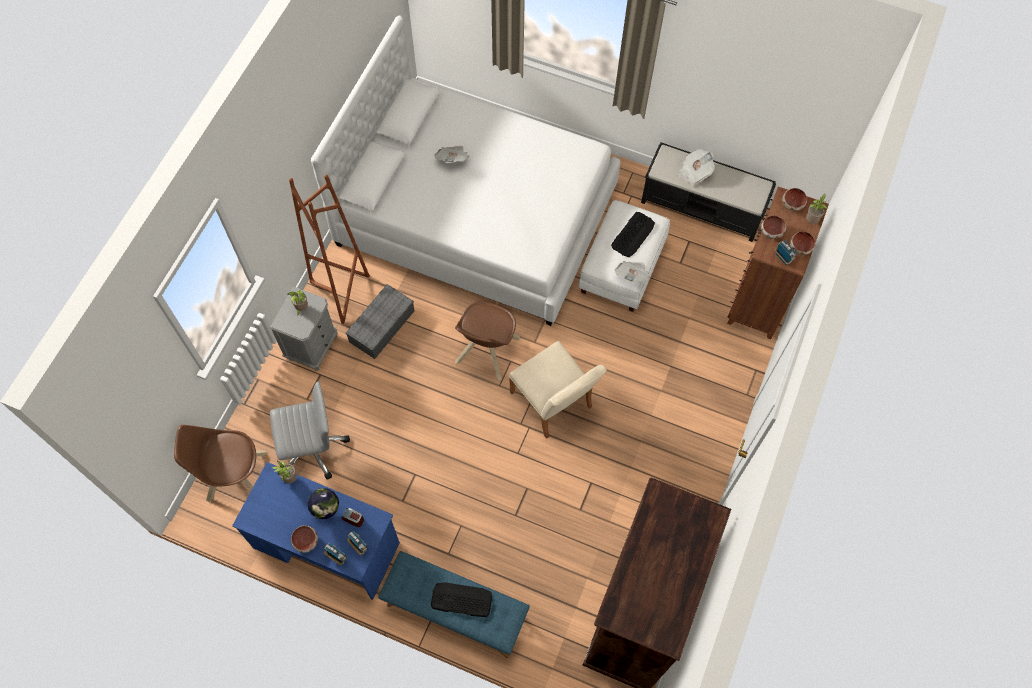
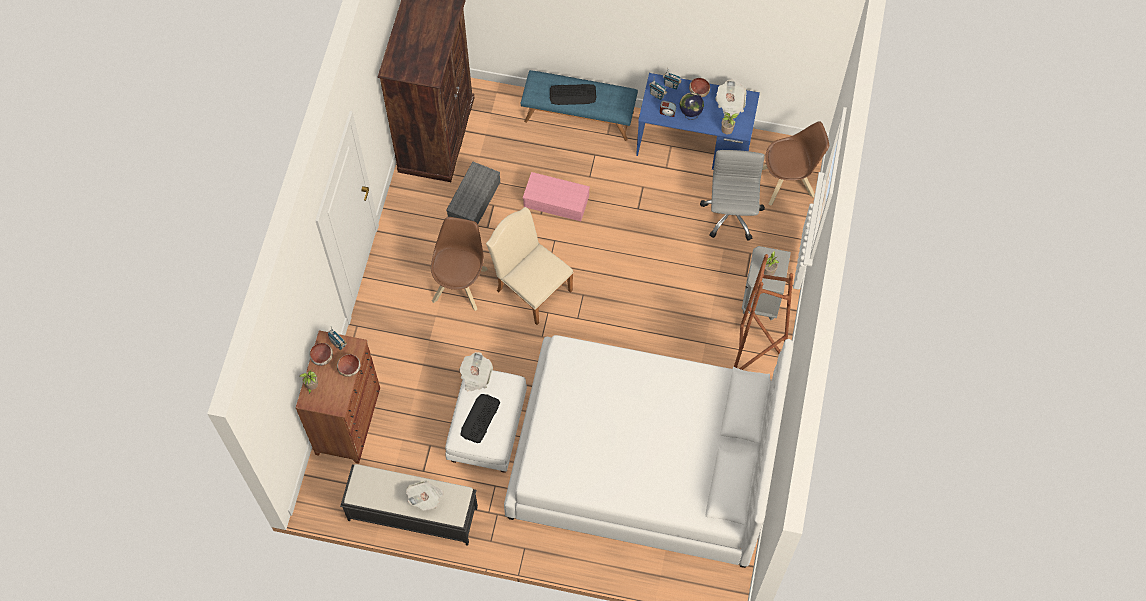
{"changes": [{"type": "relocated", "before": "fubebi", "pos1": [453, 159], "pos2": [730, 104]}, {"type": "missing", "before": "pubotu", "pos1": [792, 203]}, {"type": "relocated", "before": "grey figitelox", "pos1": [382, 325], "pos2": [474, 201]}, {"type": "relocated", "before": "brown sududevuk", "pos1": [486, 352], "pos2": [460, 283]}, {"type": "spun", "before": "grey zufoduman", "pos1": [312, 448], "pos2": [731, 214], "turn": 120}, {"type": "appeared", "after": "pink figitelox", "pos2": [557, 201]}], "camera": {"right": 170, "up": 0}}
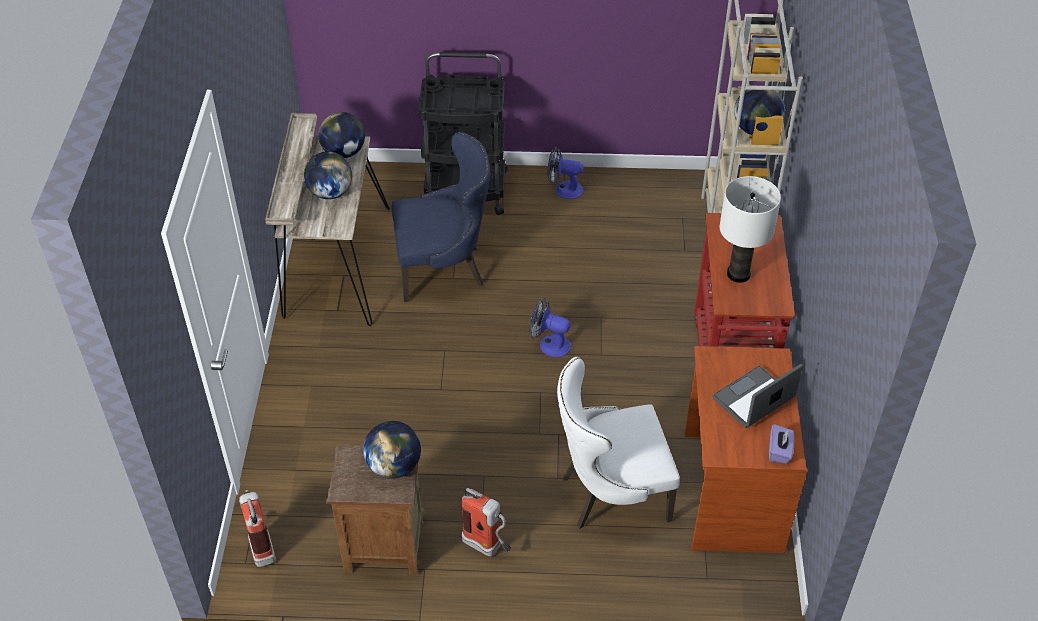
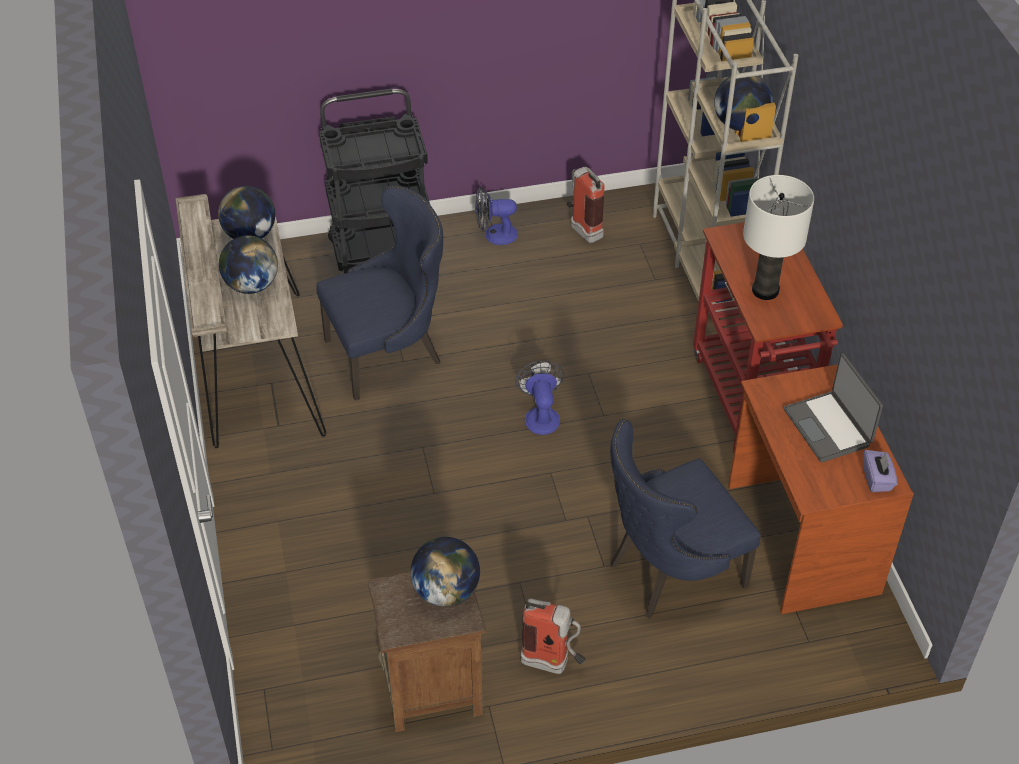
{"changes": [{"type": "spun", "before": "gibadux", "pos1": [549, 344], "pos2": [541, 415], "turn": 75}, {"type": "colour", "before": "white sududevuk", "after": "blue sududevuk", "pos1": [610, 494], "pos2": [670, 572]}, {"type": "spun", "before": "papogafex", "pos1": [754, 399], "pos2": [828, 427], "turn": -60}, {"type": "relocated", "before": "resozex", "pos1": [261, 545], "pos2": [582, 229]}], "camera": {"right": -15, "up": 0}}
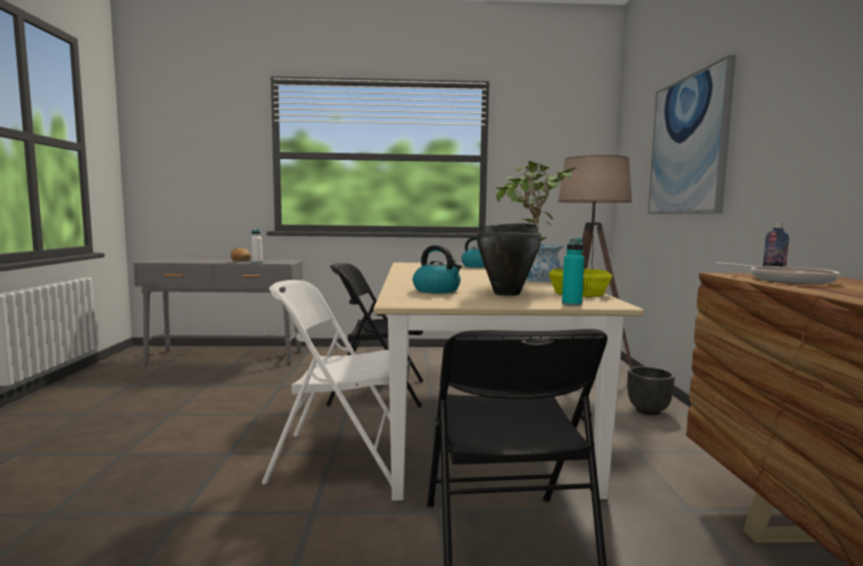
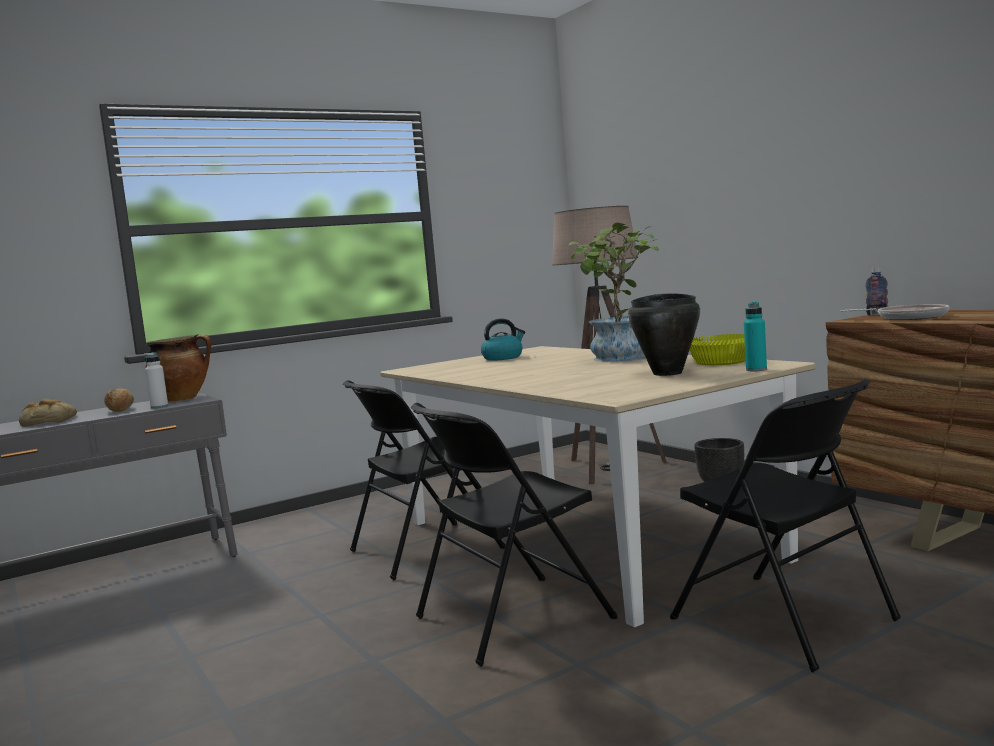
{"changes": [{"type": "missing", "before": "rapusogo", "pos1": [688, 146]}, {"type": "missing", "before": "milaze", "pos1": [437, 290]}, {"type": "colour", "before": "white sududevuk", "after": "black sududevuk", "pos1": [340, 458], "pos2": [513, 617]}, {"type": "appeared", "after": "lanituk", "pos2": [183, 399]}, {"type": "appeared", "after": "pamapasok", "pos2": [48, 421]}], "camera": {"right": -30, "up": 0}}
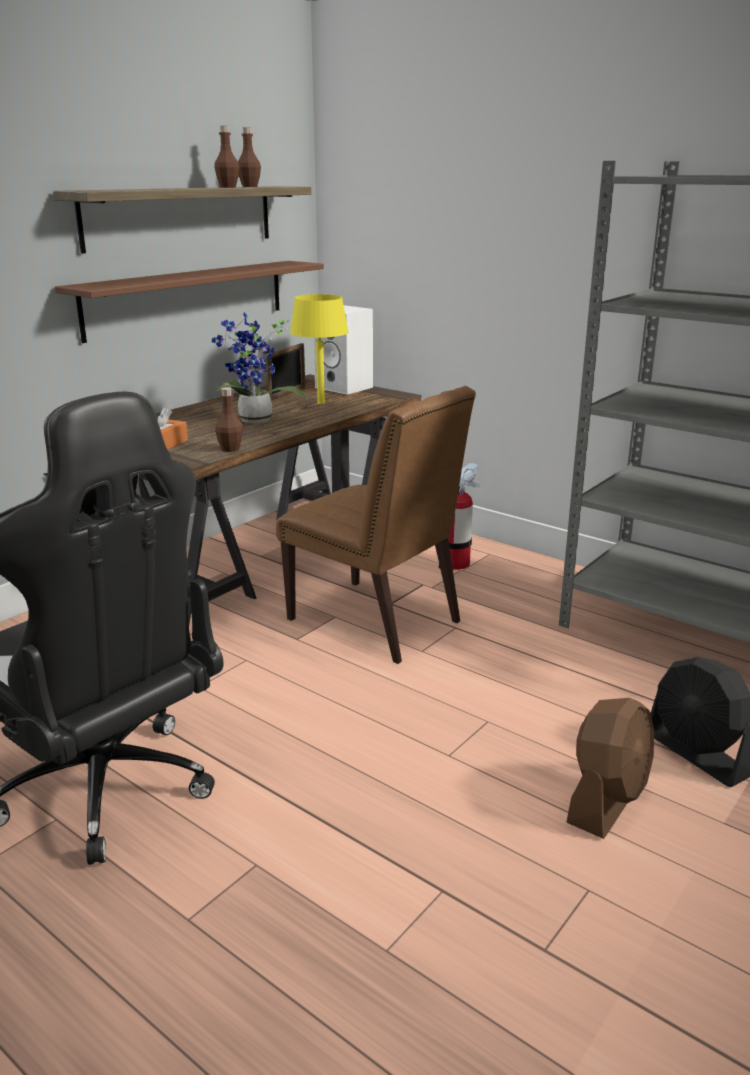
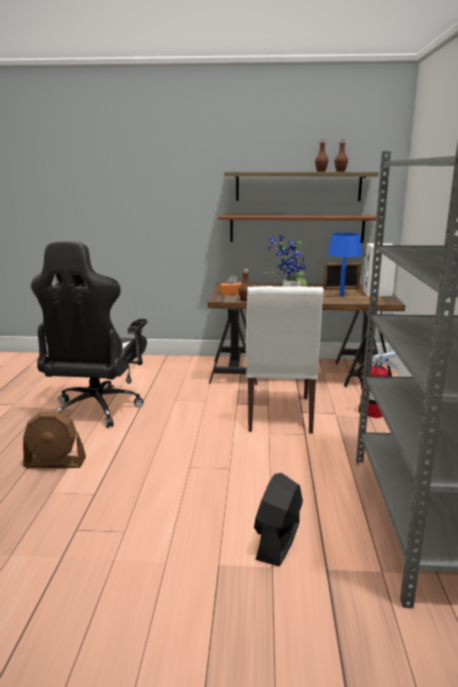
{"changes": [{"type": "colour", "before": "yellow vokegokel", "after": "blue vokegokel", "pos1": [321, 403], "pos2": [341, 296]}, {"type": "colour", "before": "brown sududevuk", "after": "white sududevuk", "pos1": [372, 620], "pos2": [278, 413]}, {"type": "relocated", "before": "brown gibadux", "pos1": [607, 800], "pos2": [55, 463]}], "camera": {"right": 55, "up": -5}}
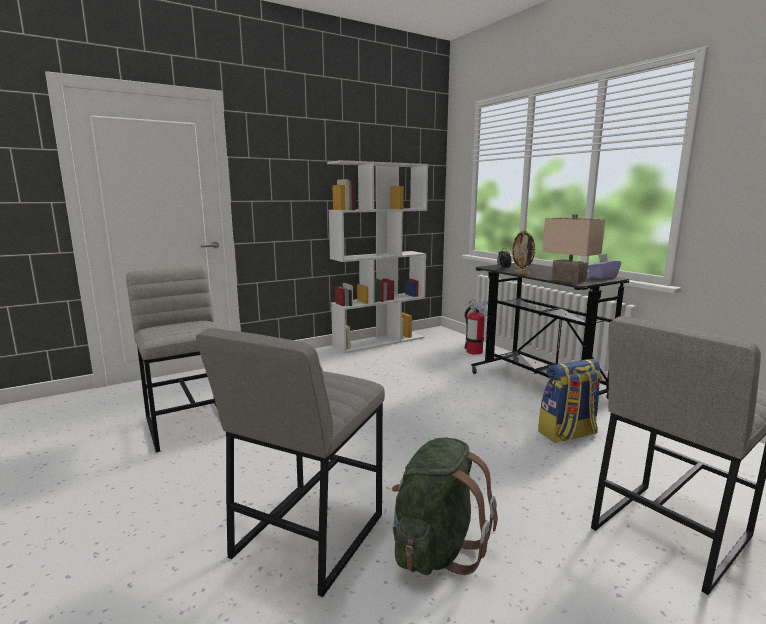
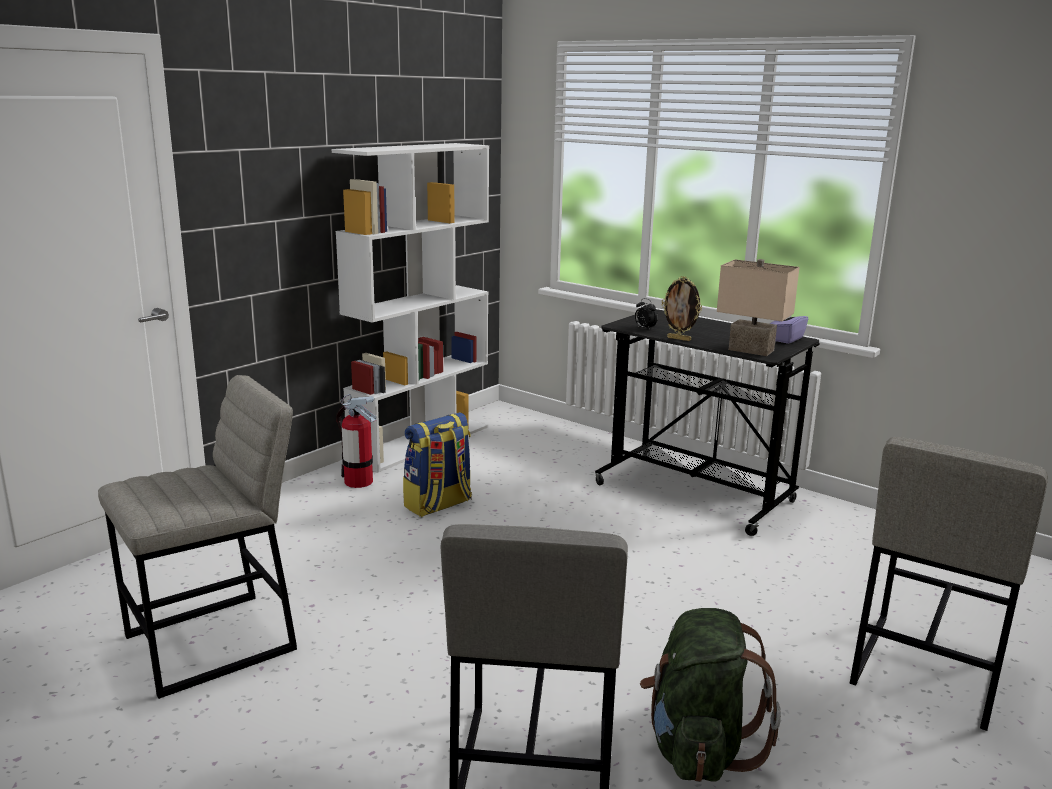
{"changes": [{"type": "spun", "before": "grey sududevuk", "pos1": [189, 423], "pos2": [215, 641], "turn": 105}, {"type": "relocated", "before": "resozex", "pos1": [474, 351], "pos2": [358, 481]}, {"type": "relocated", "before": "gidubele", "pos1": [567, 434], "pos2": [438, 505]}], "camera": {"right": -20, "up": 5}}
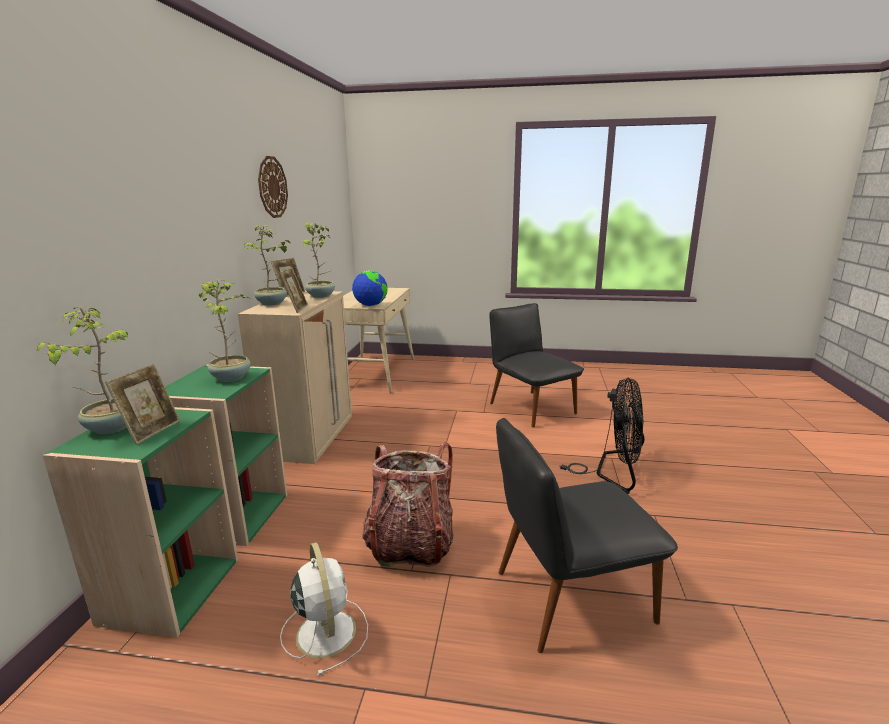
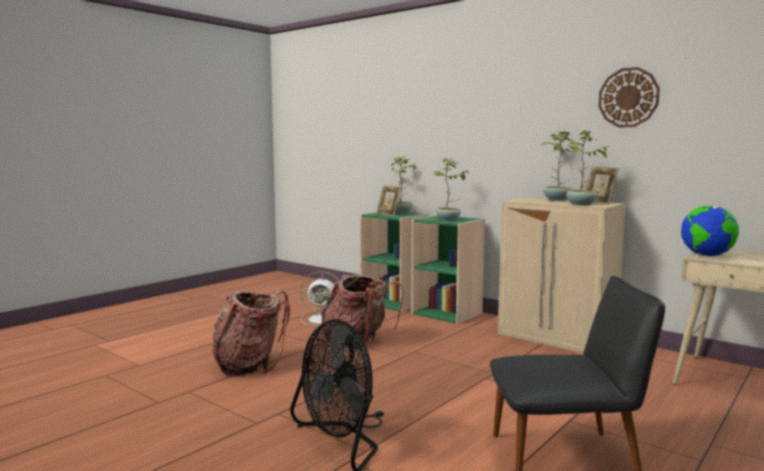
{"changes": [{"type": "missing", "before": "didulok", "pos1": [296, 309]}, {"type": "exchanged", "before": "black sududevuk", "after": "gidubele", "pos1": [573, 596], "pos2": [250, 365]}], "camera": {"right": 120, "up": -10}}
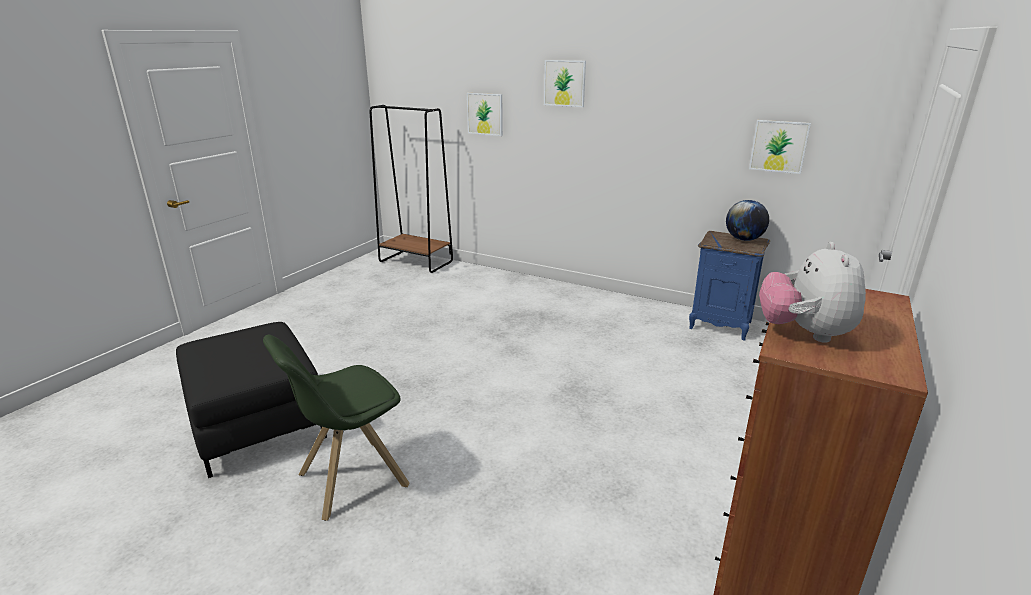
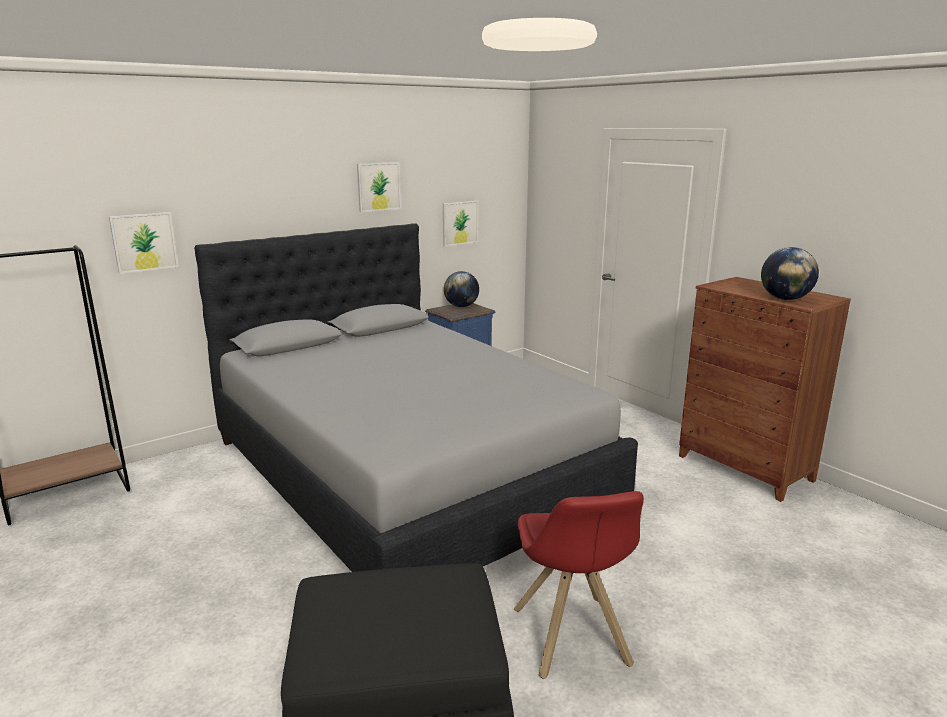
{"changes": [{"type": "relocated", "before": "rapusogo", "pos1": [564, 83], "pos2": [378, 186]}, {"type": "exchanged", "before": "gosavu", "after": "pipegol", "pos1": [804, 333], "pos2": [785, 299]}, {"type": "colour", "before": "green sududevuk", "after": "red sududevuk", "pos1": [352, 479], "pos2": [571, 636]}, {"type": "appeared", "after": "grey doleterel", "pos2": [406, 473]}], "camera": {"right": -65, "up": -5}}
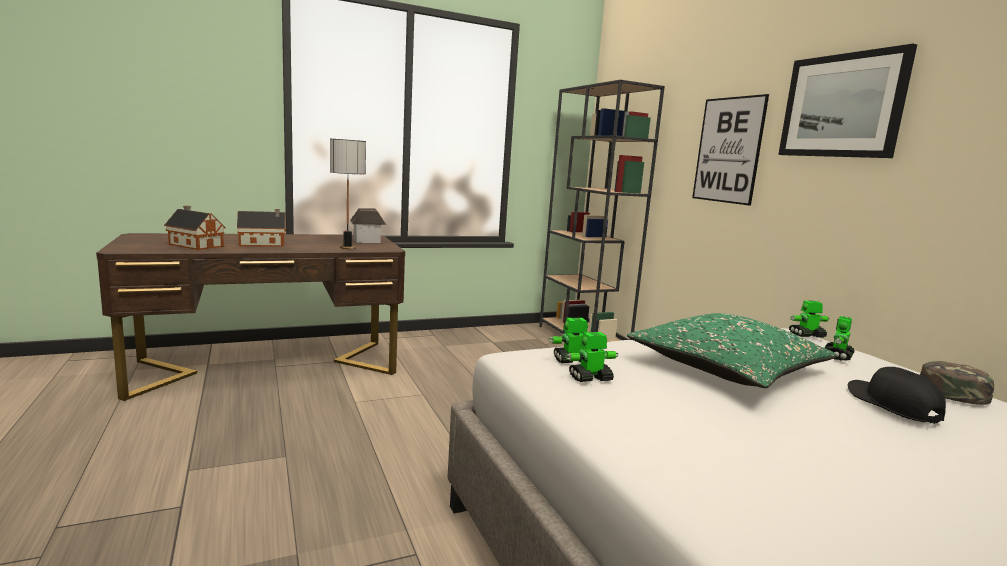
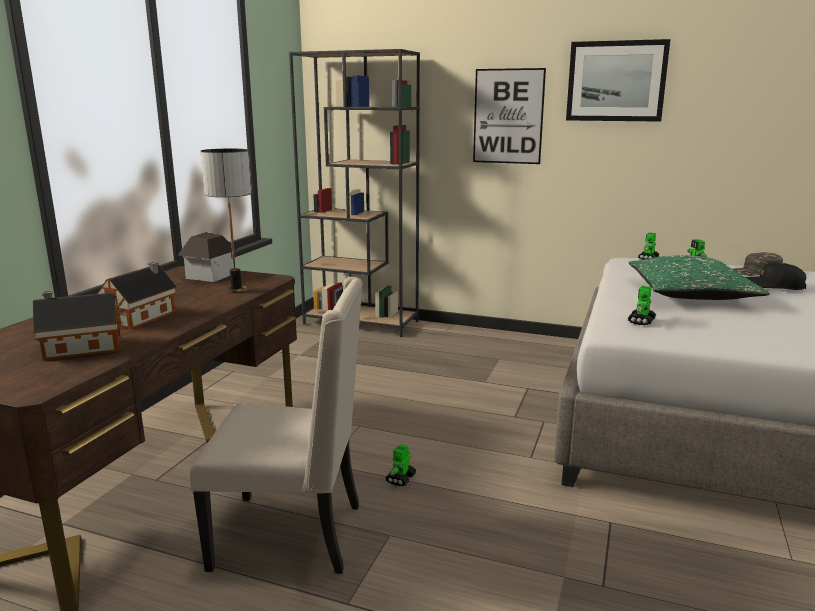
{"changes": [{"type": "relocated", "before": "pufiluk", "pos1": [589, 378], "pos2": [400, 479]}, {"type": "appeared", "after": "beige sududevuk", "pos2": [292, 535]}], "camera": {"right": -45, "up": 5}}
